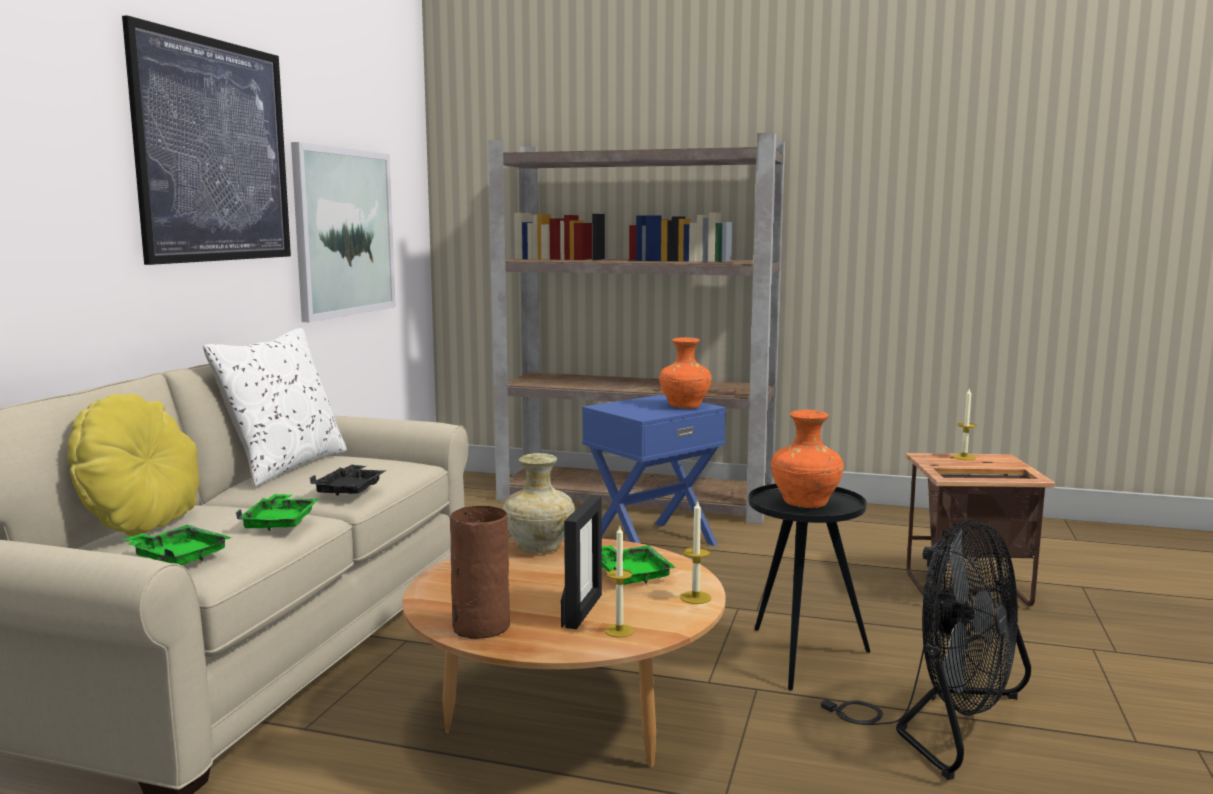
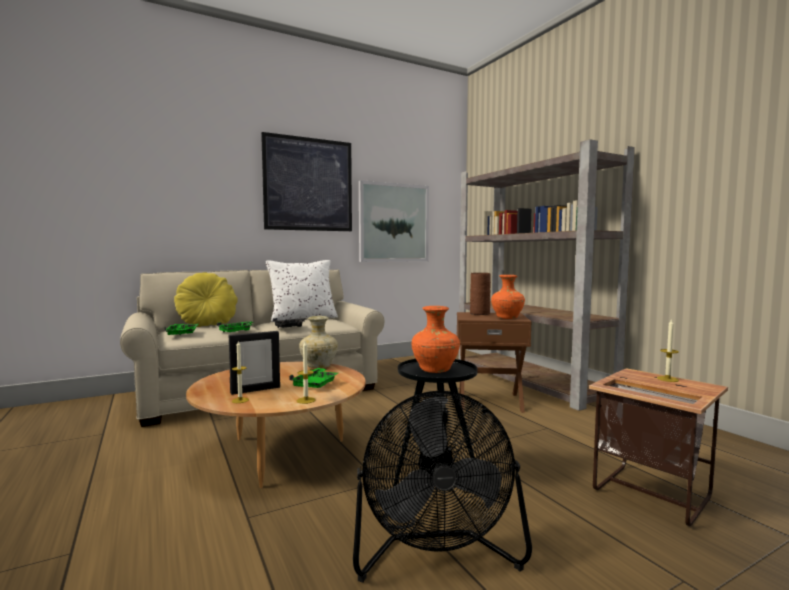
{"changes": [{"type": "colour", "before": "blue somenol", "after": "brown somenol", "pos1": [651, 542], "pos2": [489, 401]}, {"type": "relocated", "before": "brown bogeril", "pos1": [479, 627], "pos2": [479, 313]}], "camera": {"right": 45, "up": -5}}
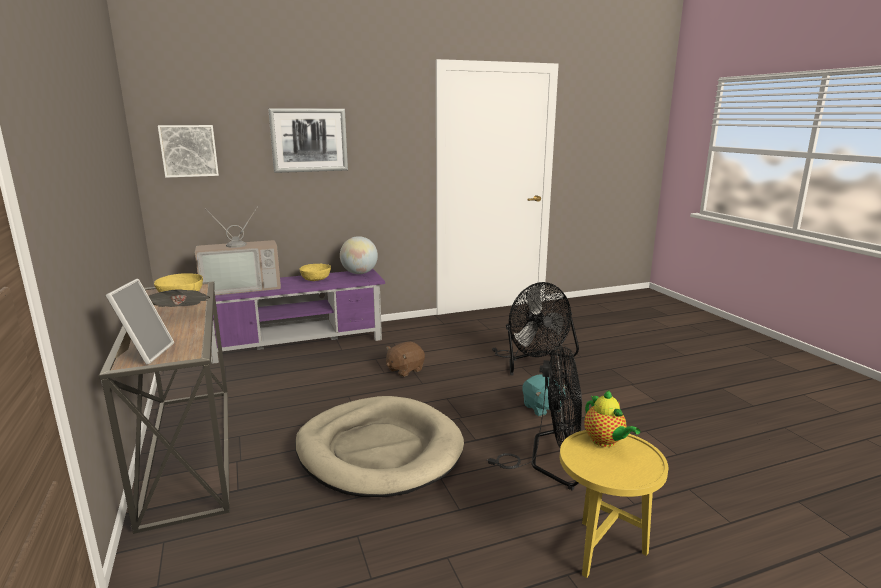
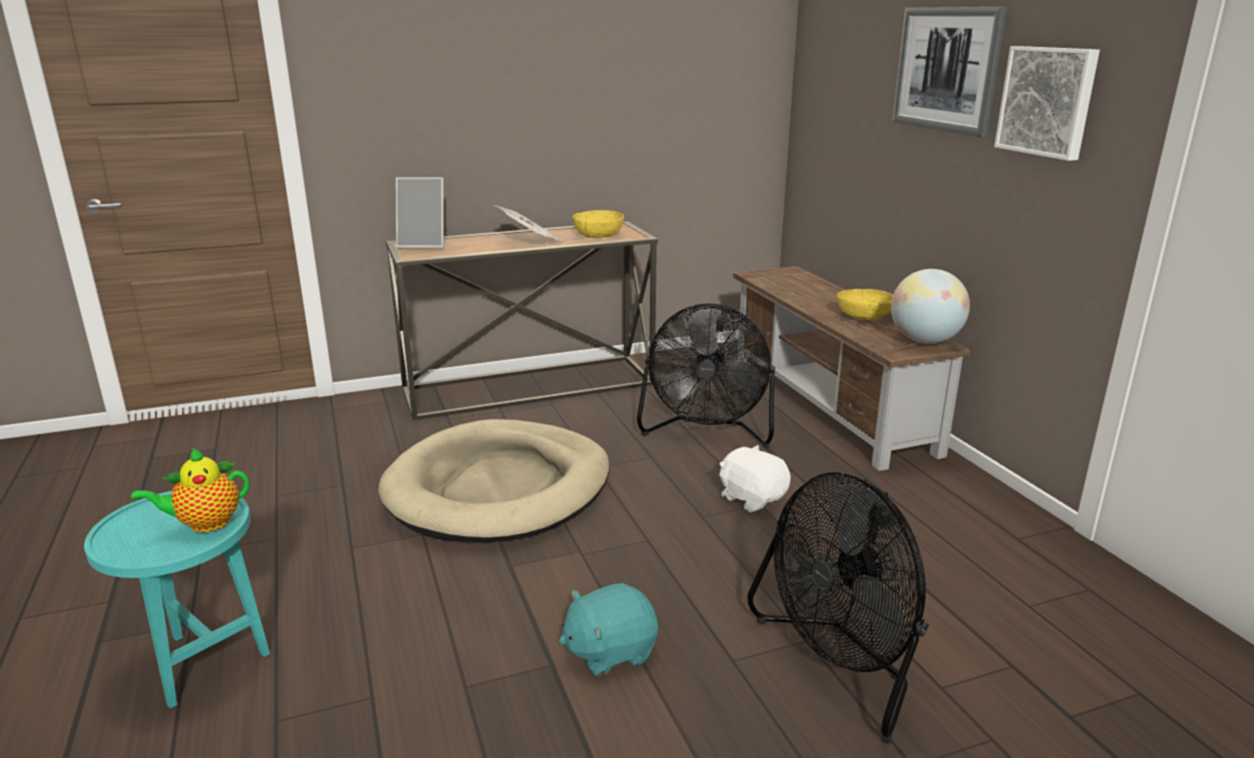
{"changes": [{"type": "relocated", "before": "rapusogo", "pos1": [189, 150], "pos2": [1048, 101]}, {"type": "missing", "before": "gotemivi", "pos1": [242, 287]}, {"type": "colour", "before": "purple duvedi", "after": "brown duvedi", "pos1": [298, 343], "pos2": [827, 405]}, {"type": "colour", "before": "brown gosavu", "after": "white gosavu", "pos1": [404, 370], "pos2": [752, 498]}, {"type": "relocated", "before": "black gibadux", "pos1": [549, 456], "pos2": [703, 430]}, {"type": "colour", "before": "yellow somenol", "after": "turquoise somenol", "pos1": [602, 553], "pos2": [201, 660]}], "camera": {"right": 90, "up": 5}}
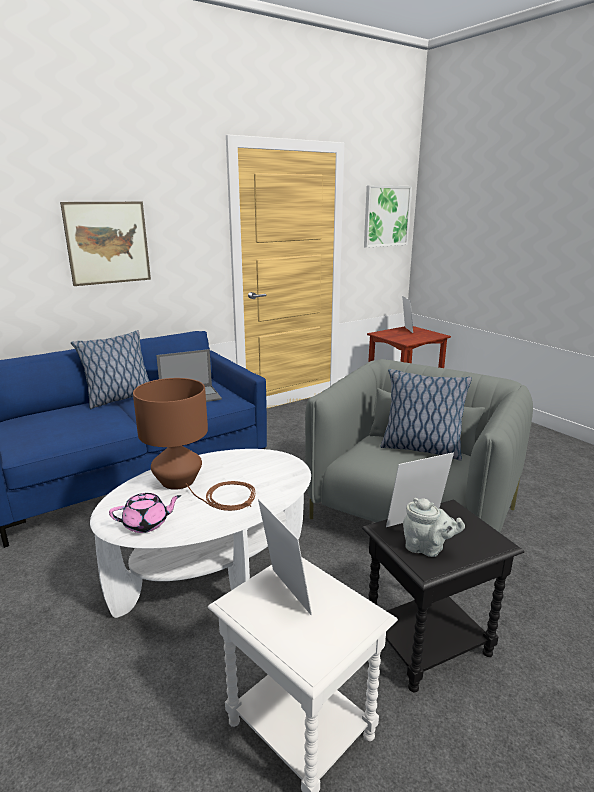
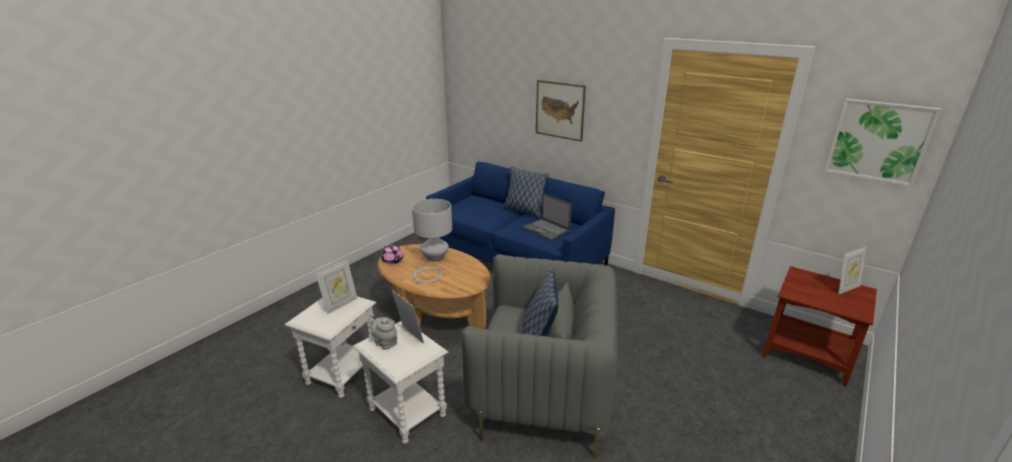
{"changes": [{"type": "colour", "before": "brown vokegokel", "after": "grey vokegokel", "pos1": [197, 486], "pos2": [432, 263]}, {"type": "colour", "before": "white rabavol", "after": "brown rabavol", "pos1": [215, 574], "pos2": [436, 317]}, {"type": "spun", "before": "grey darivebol", "pos1": [427, 548], "pos2": [384, 342], "turn": 120}, {"type": "colour", "before": "black somenol", "after": "white somenol", "pos1": [429, 644], "pos2": [406, 412]}], "camera": {"right": 70, "up": 5}}
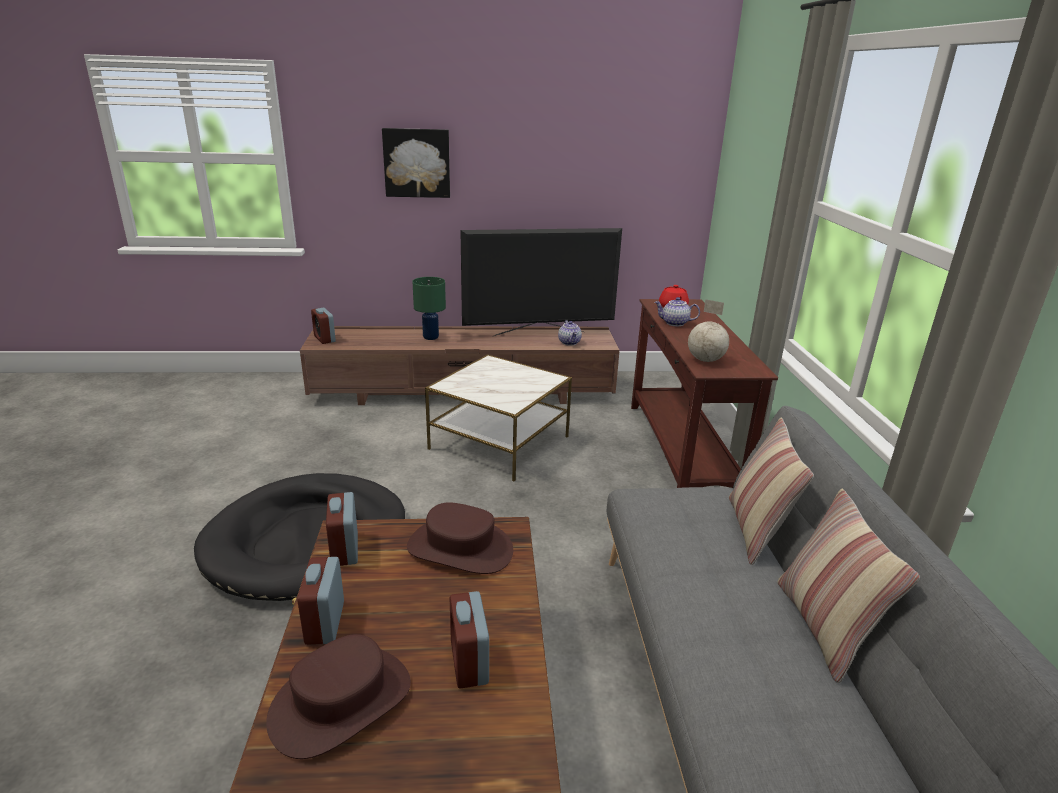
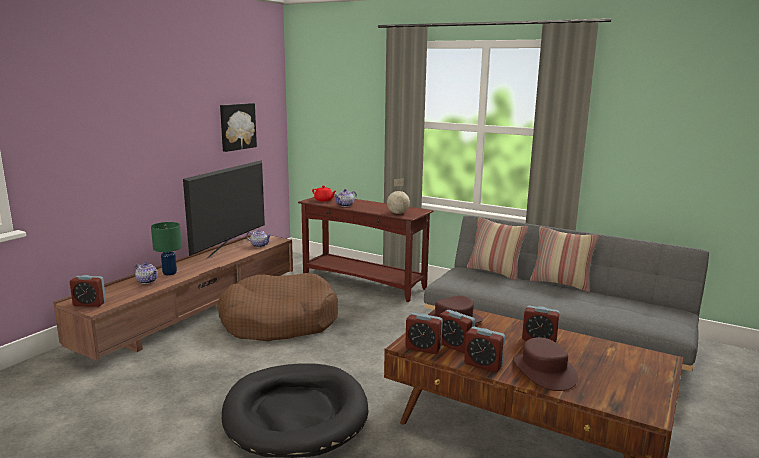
{"changes": [{"type": "relocated", "before": "rapusogo", "pos1": [417, 163], "pos2": [237, 126]}, {"type": "exchanged", "before": "somenol", "after": "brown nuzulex", "pos1": [499, 442], "pos2": [279, 321]}, {"type": "appeared", "after": "darivebol", "pos2": [147, 281]}, {"type": "appeared", "after": "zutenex", "pos2": [455, 346]}], "camera": {"right": -55, "up": -10}}
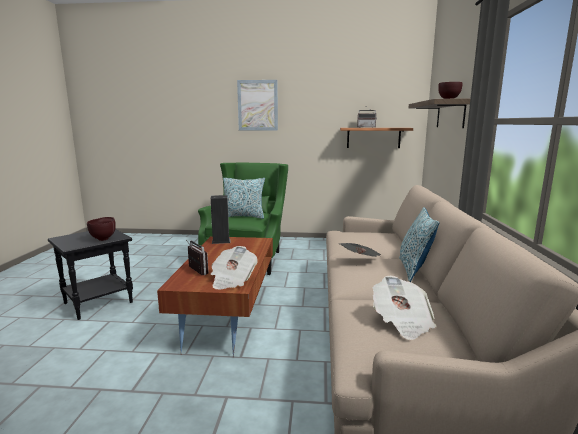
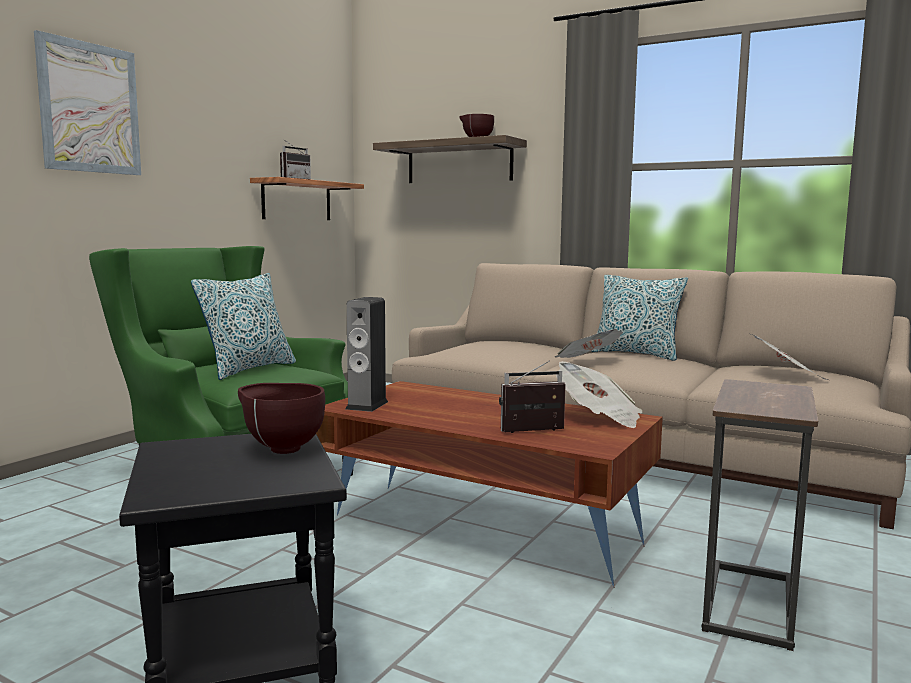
{"changes": [{"type": "appeared", "after": "brown somenol", "pos2": [750, 604]}], "camera": {"right": -65, "up": -5}}
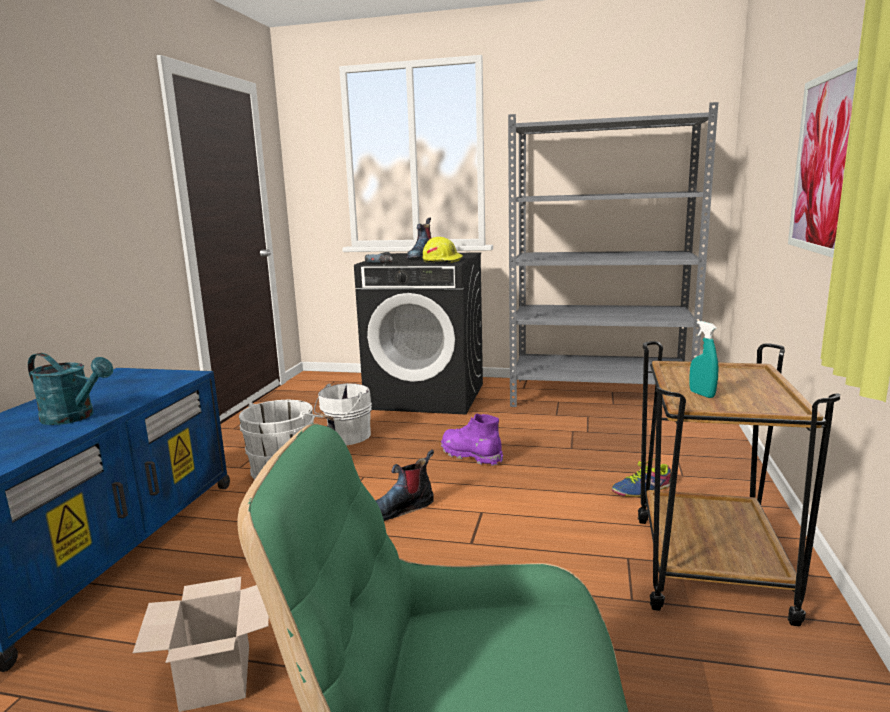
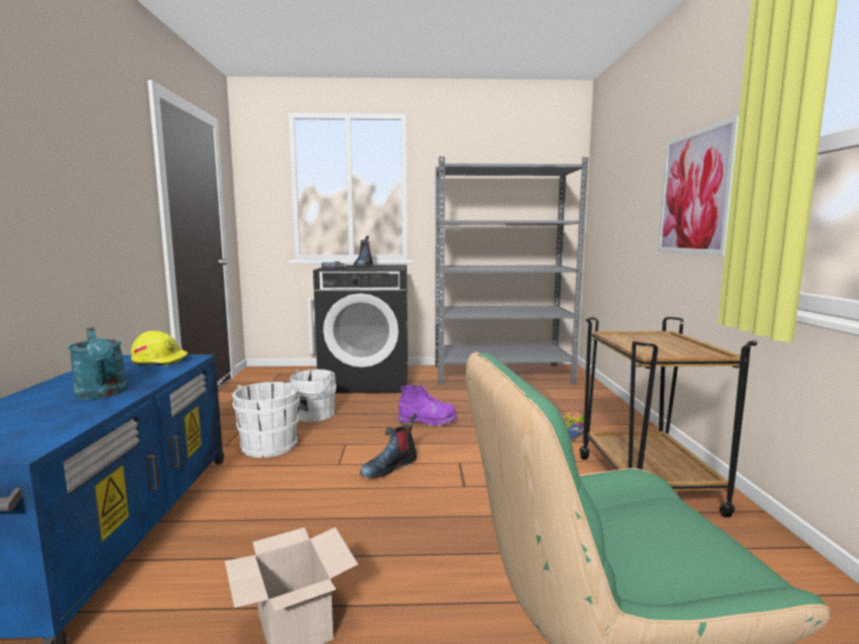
{"changes": [{"type": "relocated", "before": "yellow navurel", "pos1": [442, 261], "pos2": [160, 360]}, {"type": "missing", "before": "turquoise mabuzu", "pos1": [702, 394]}, {"type": "spun", "before": "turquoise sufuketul", "pos1": [75, 417], "pos2": [102, 394], "turn": 45}, {"type": "spun", "before": "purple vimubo", "pos1": [471, 455], "pos2": [427, 422], "turn": 150}], "camera": {"right": -15, "up": -5}}
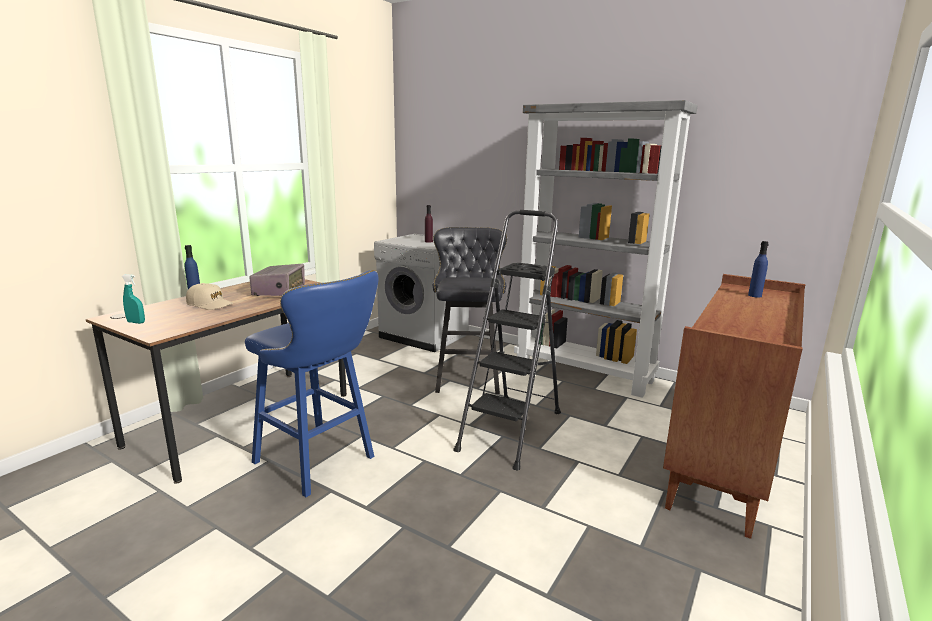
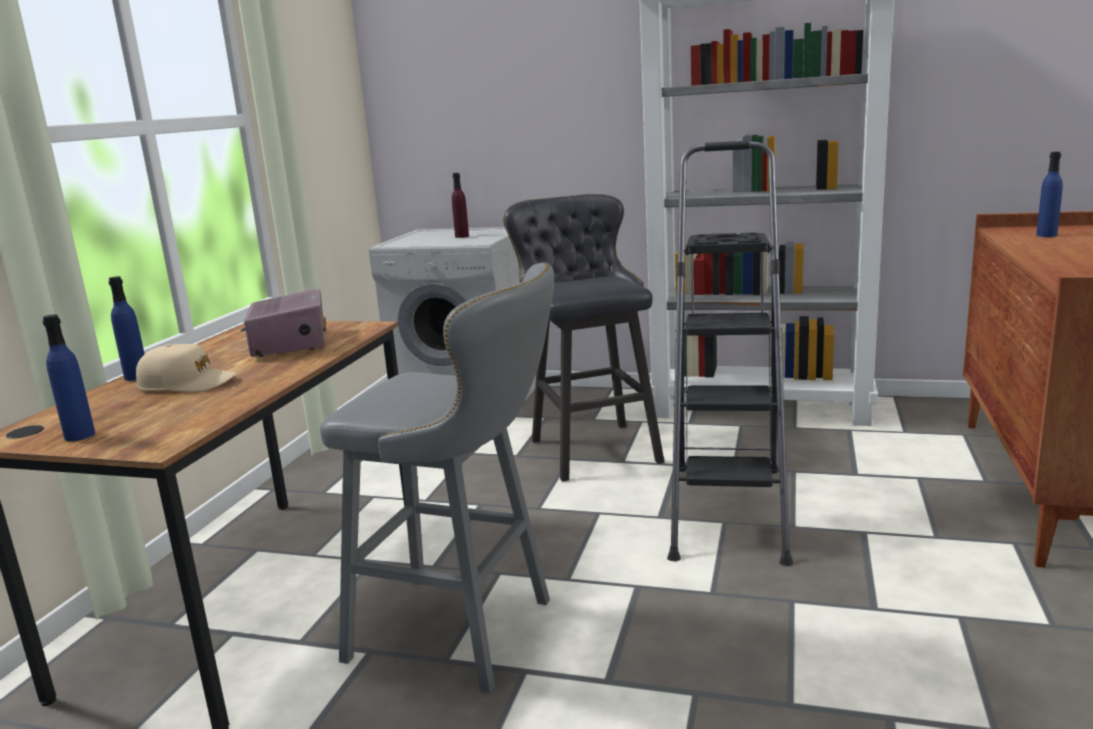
{"changes": [{"type": "colour", "before": "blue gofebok", "after": "grey gofebok", "pos1": [322, 464], "pos2": [472, 634]}, {"type": "exchanged", "before": "turquoise mabuzu", "after": "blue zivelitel", "pos1": [136, 322], "pos2": [80, 435]}], "camera": {"right": -15, "up": 0}}
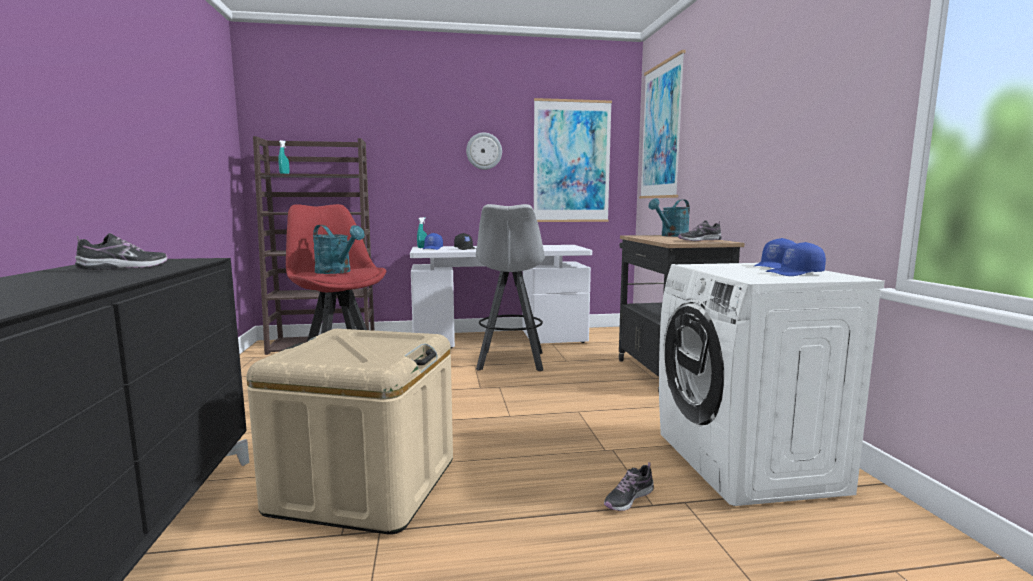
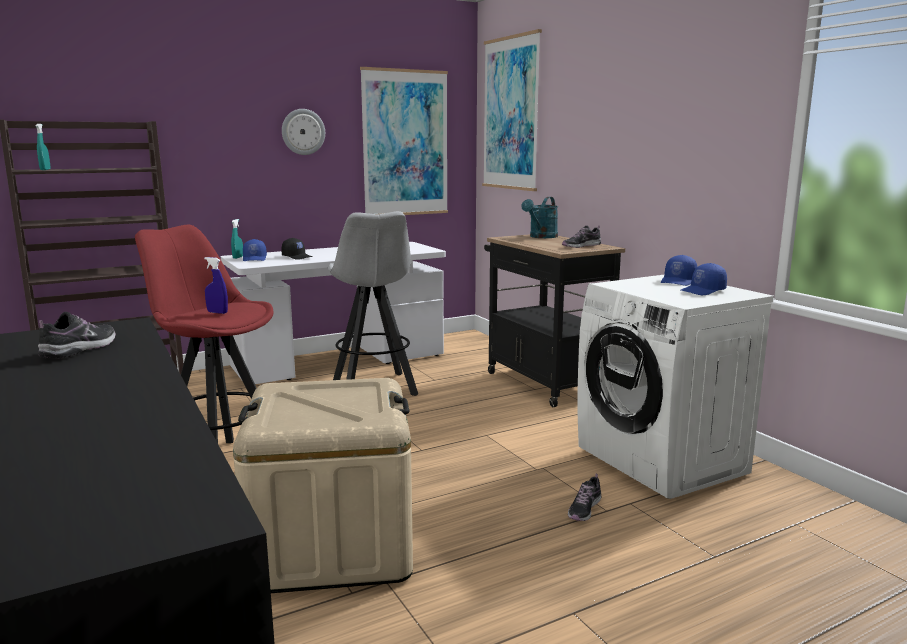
{"changes": [{"type": "exchanged", "before": "turquoise sufuketul", "after": "blue mabuzu", "pos1": [337, 272], "pos2": [217, 312]}], "camera": {"right": -20, "up": 5}}
